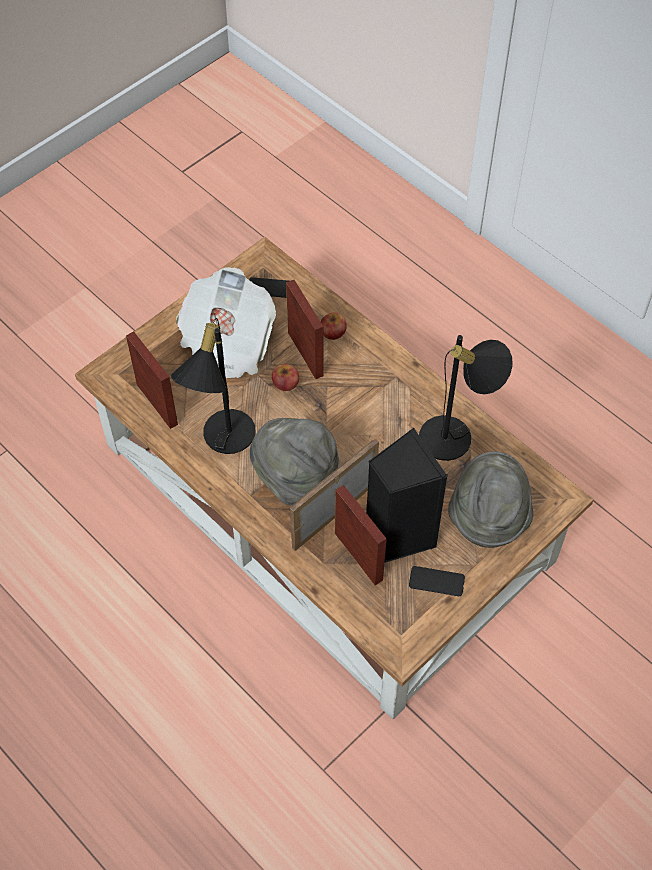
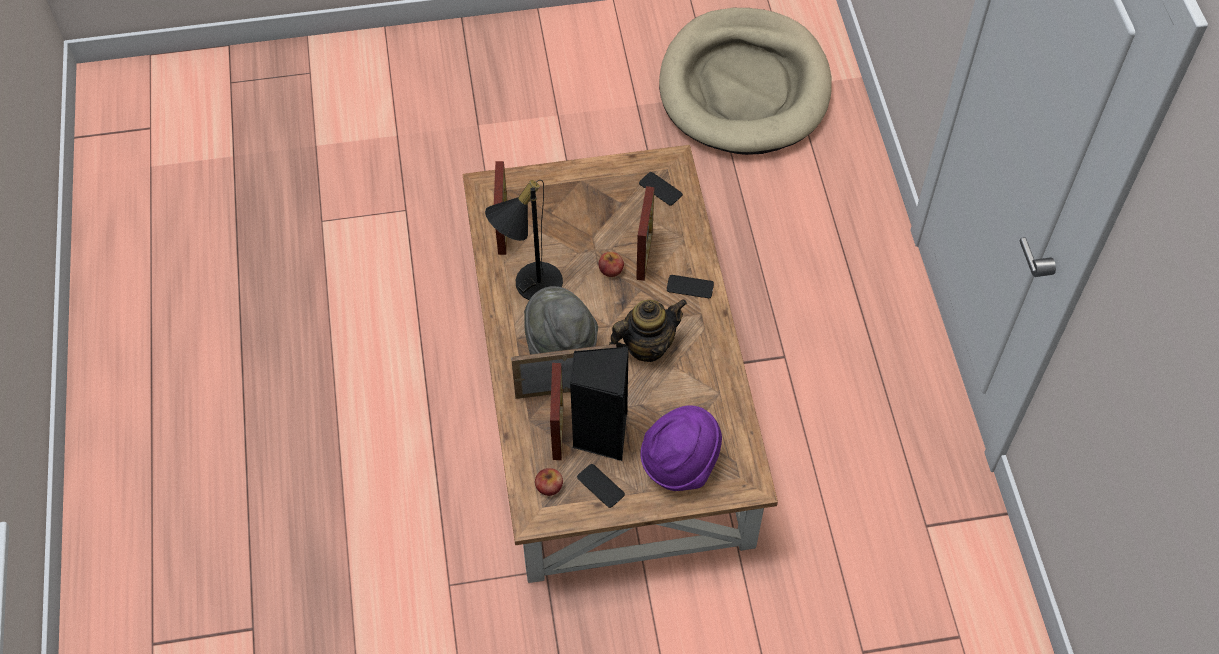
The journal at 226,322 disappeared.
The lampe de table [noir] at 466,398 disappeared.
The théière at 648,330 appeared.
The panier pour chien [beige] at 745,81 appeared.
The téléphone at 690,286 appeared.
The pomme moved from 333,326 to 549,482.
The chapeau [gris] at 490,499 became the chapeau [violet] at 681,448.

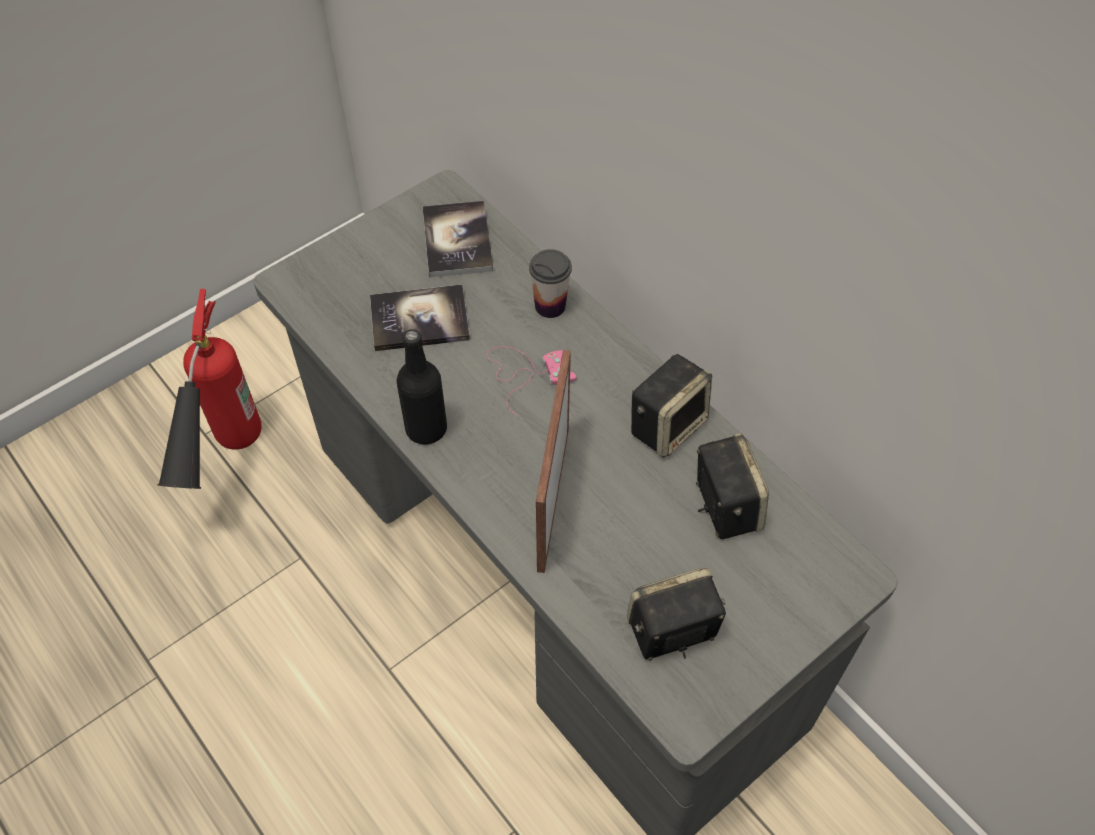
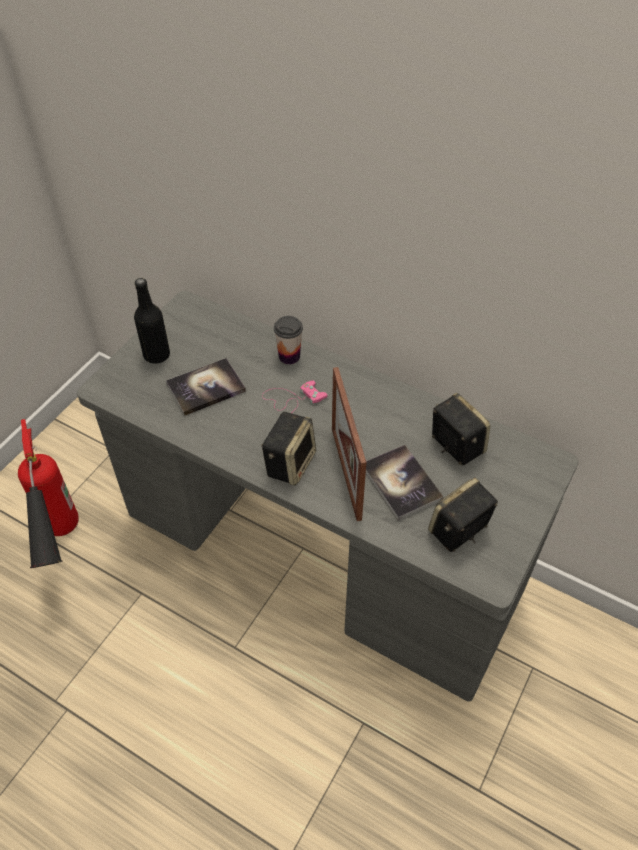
The bouteille [noir] moved from 421,386 to 152,321.
The livre moved from 458,239 to 404,483.
The enceinte moved from 671,406 to 288,449.

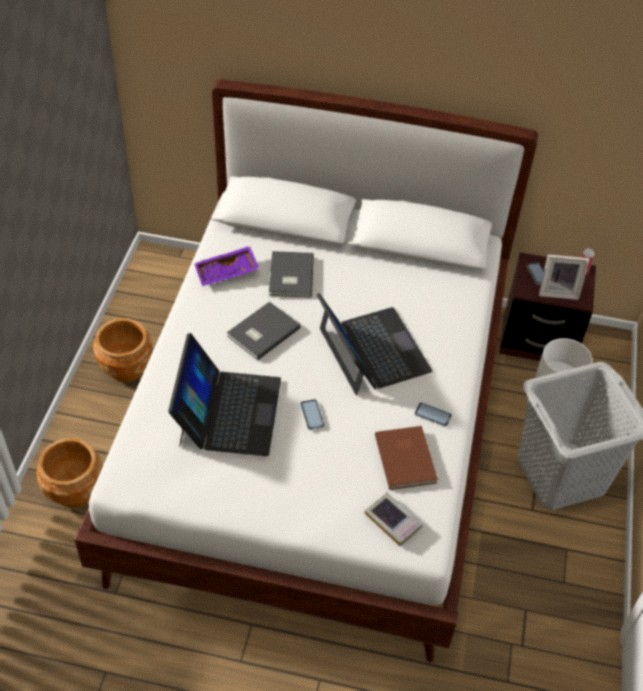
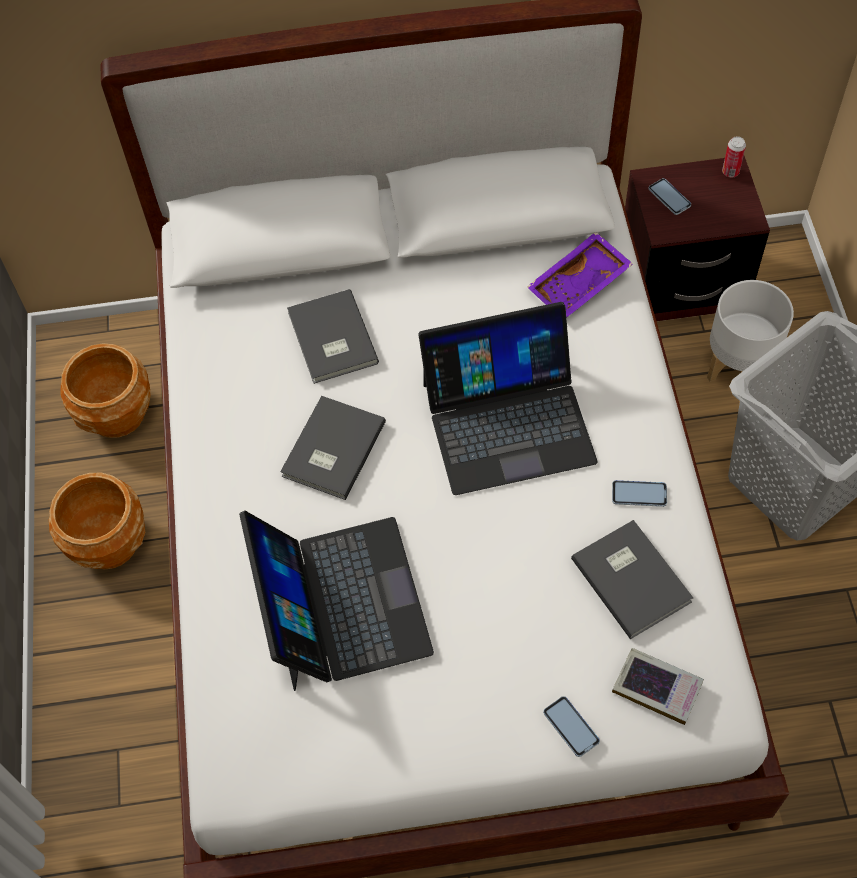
The cadre photo at 564,277 disappeared.
The cache-pot [marron] moved from 69,473 to 105,390.
The plateau [violet] moved from 226,266 to 580,275.
The téléphone moved from 312,414 to 571,726.
The livre [marron] at 406,458 became the livre [gris] at 632,579.
The ordinateur portable at 374,344 turned 120 degrees clockwise.

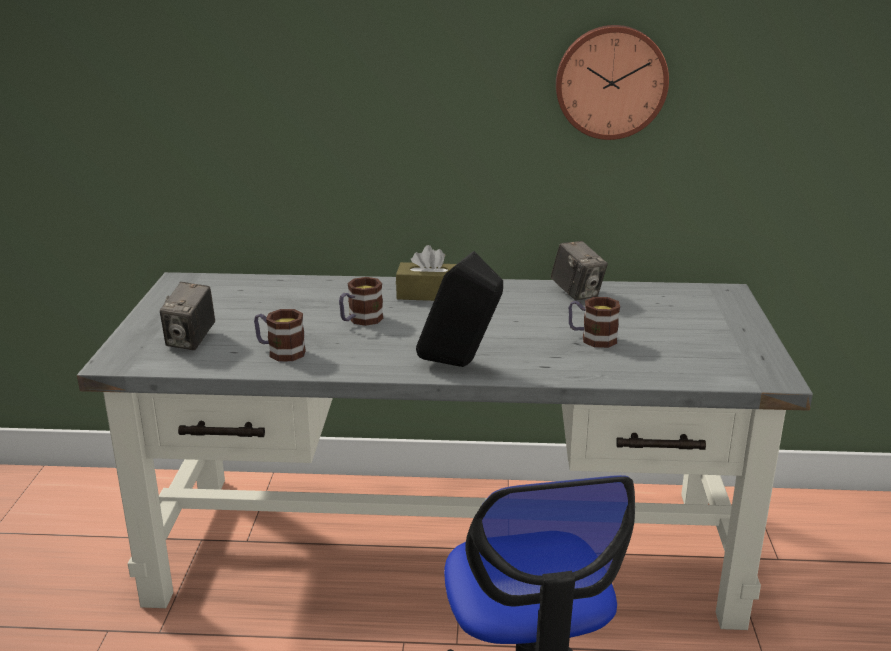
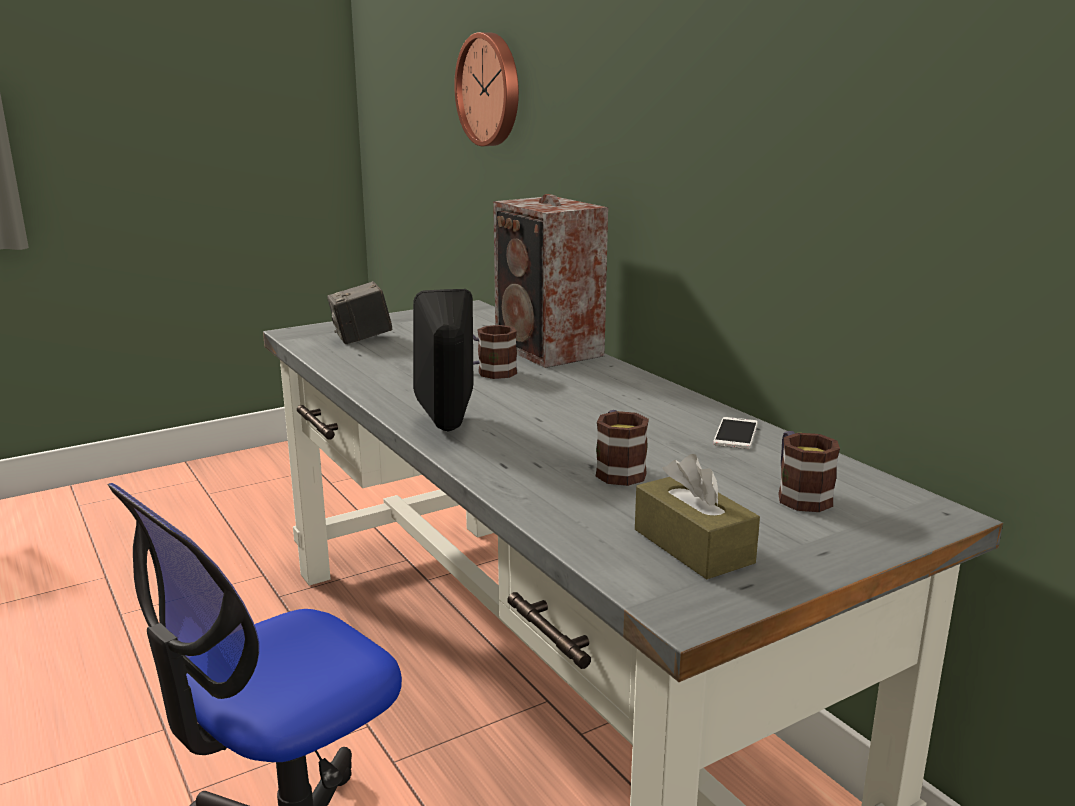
The enceinte at 550,281 appeared.
The mug moved from 280,335 to 809,471.
The boîte à mouchoirs [marron] moved from 426,273 to 697,517.
The horloge murale moved from 612,82 to 486,89.
The appareil photo at 579,270 was replaced by the téléphone at 735,433.

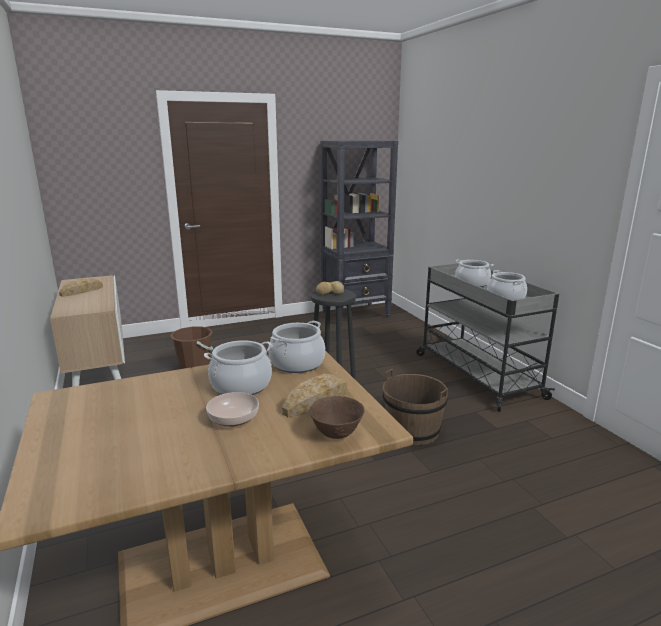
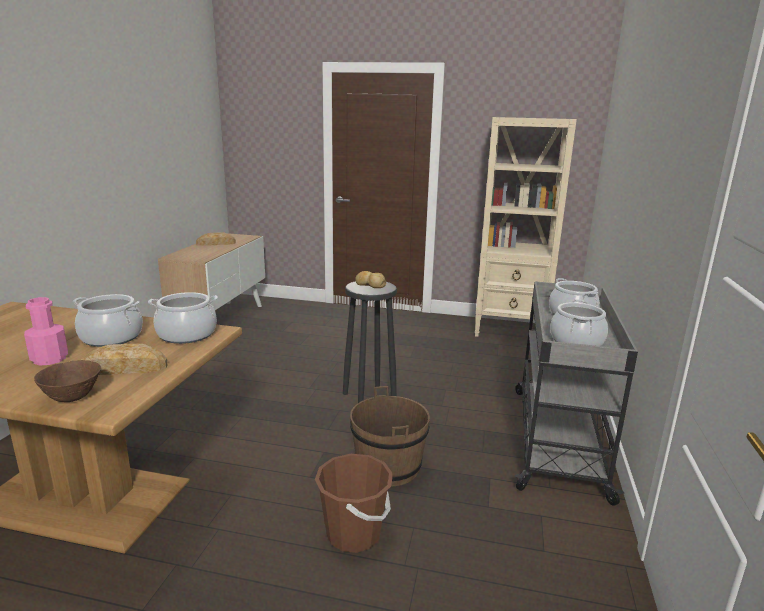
The seau [marron] moved from 191,348 to 354,503.
The bol at 232,409 was replaced by the bouteille [rose] at 46,331.
The bibliothèque [noir] at 359,232 became the bibliothèque [beige] at 526,227.

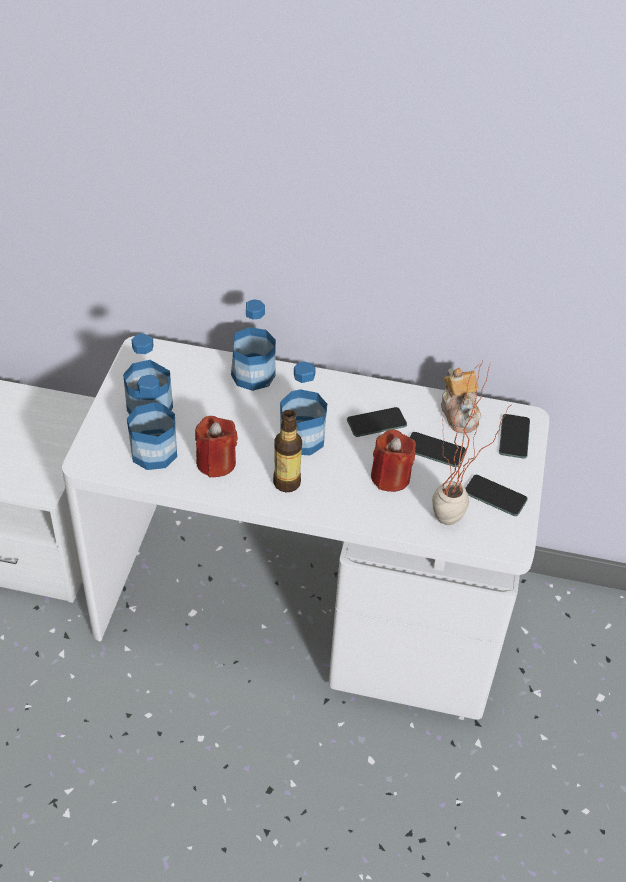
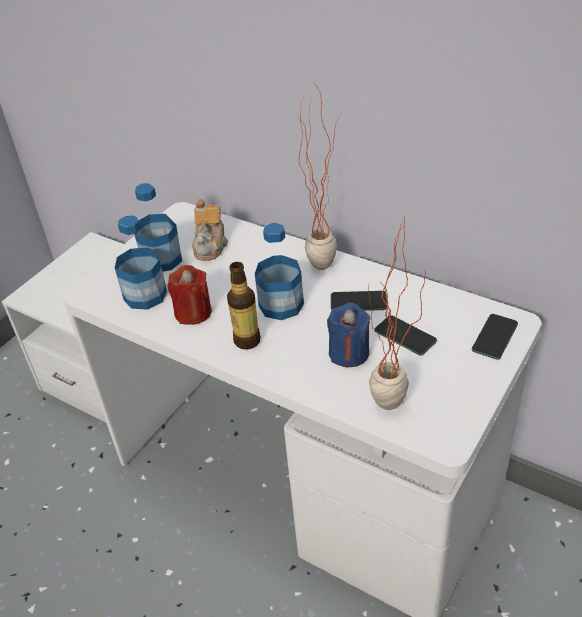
The bouteille at 253,345 disappeared.
The téléphone at 496,495 disappeared.
The plante en pot at 318,174 appeared.
The théière moved from 461,400 to 210,230.
The bougie [rouge] at 393,460 became the bougie [bleu] at 348,335.

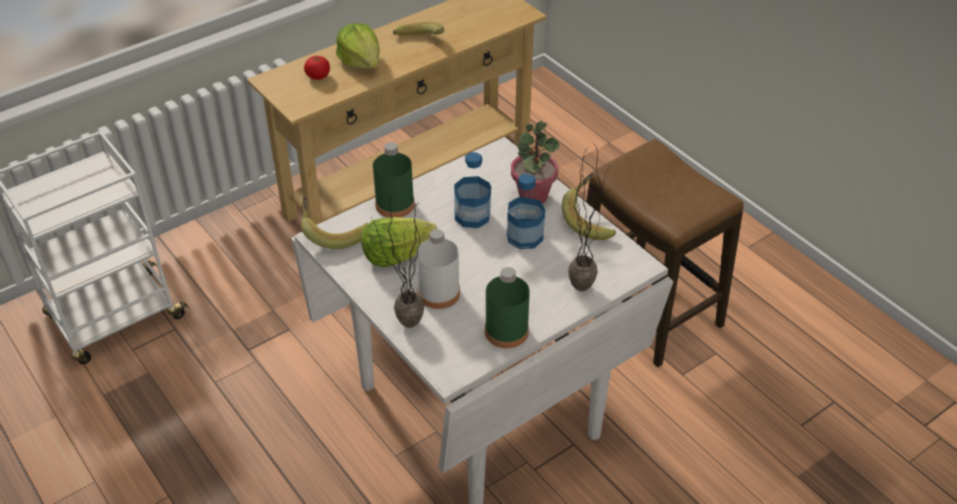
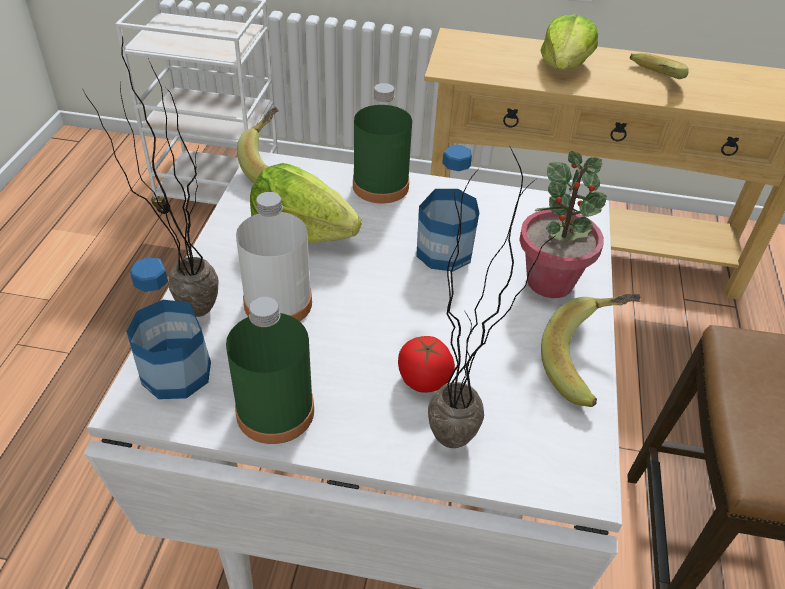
The tomate moved from 317,67 to 426,364.
The bouteille moved from 526,211 to 168,328.

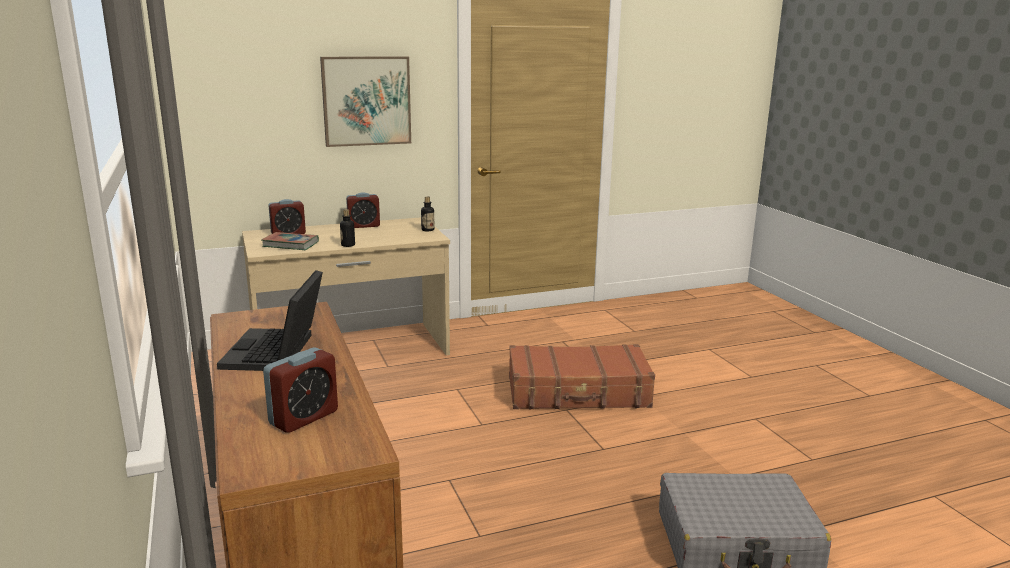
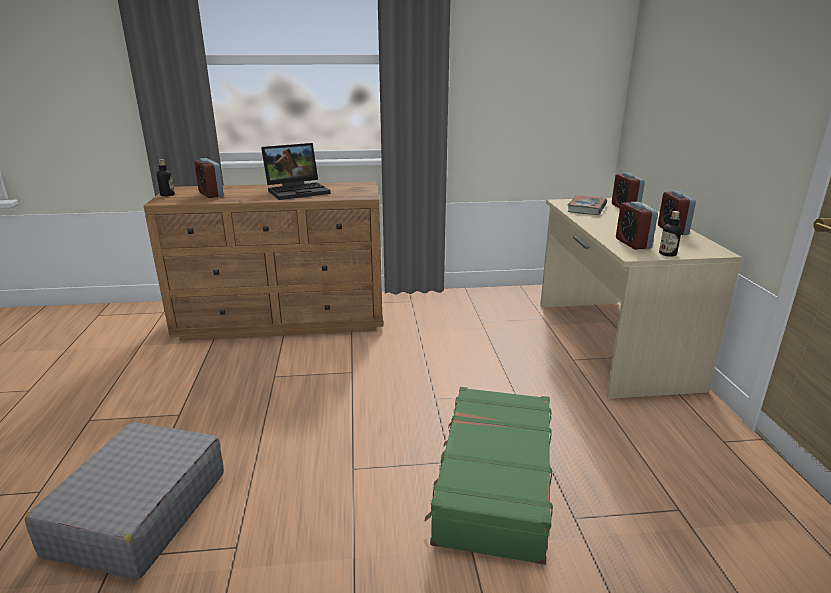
The tableau at 365,101 disappeared.
The réveil at 637,226 appeared.
The bouteille moved from 347,228 to 165,178.
The valise [marron] at 582,377 became the valise [vert] at 489,476.
The ordinateur portable at 270,320 turned 135 degrees clockwise.

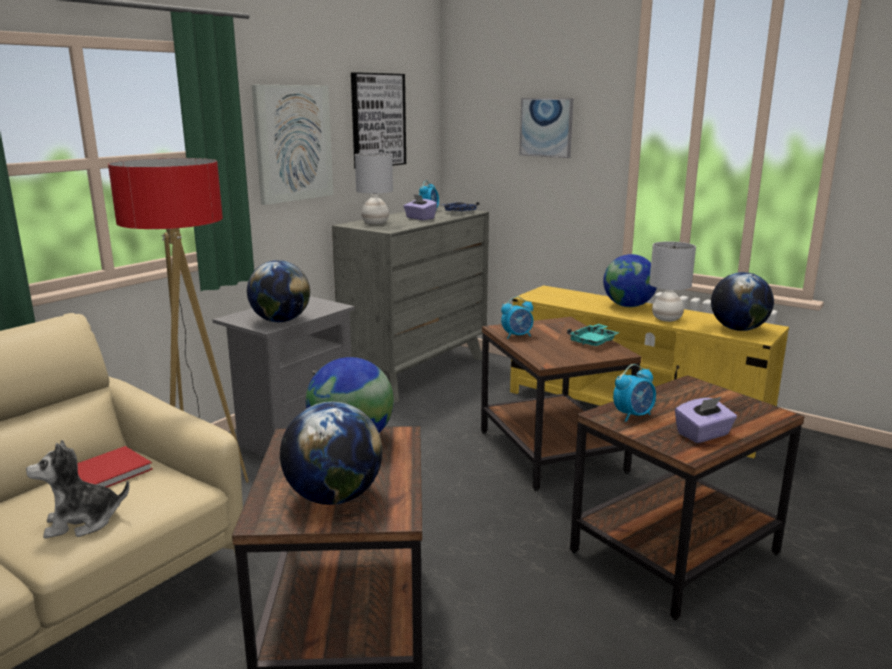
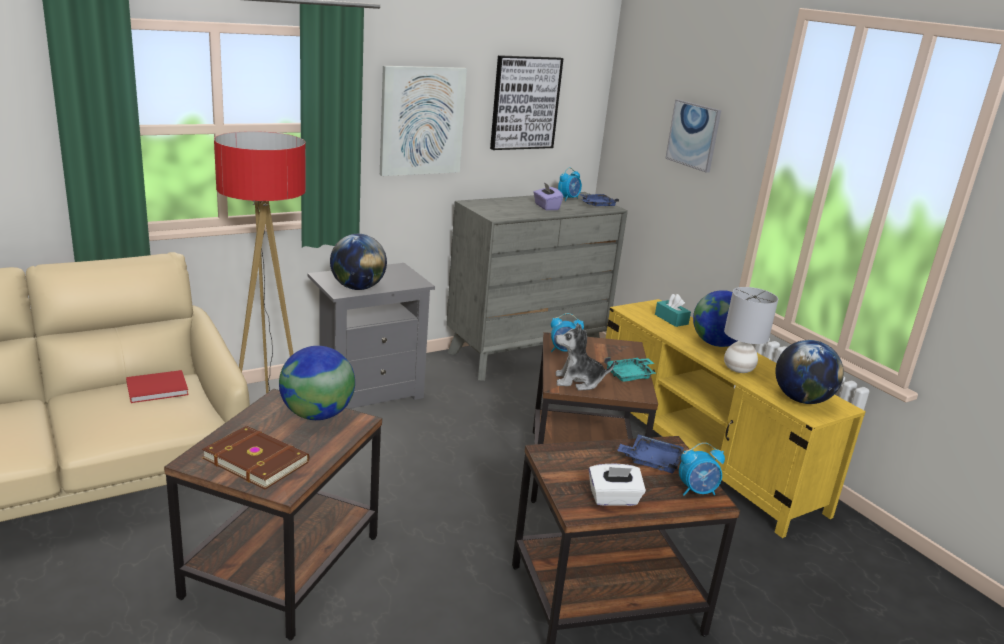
The lampe de table [gris] at 374,189 disappeared.
The plateau [bleu] at 650,453 appeared.
The boîte à mouchoirs [turquoise] at 673,310 appeared.
The peluche moved from 77,489 to 585,357.
The réveil moved from 634,393 to 702,469.
The globe at 331,453 was replaced by the livre [marron] at 255,457.
The boîte à mouchoirs [violet] at 706,419 became the boîte à mouchoirs [blanc] at 617,484.

